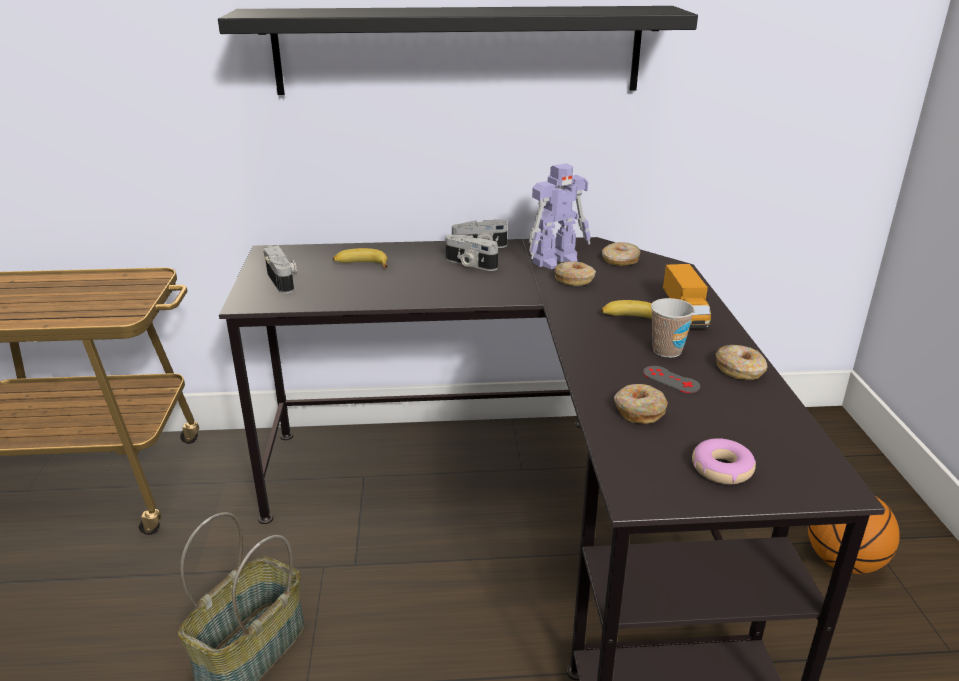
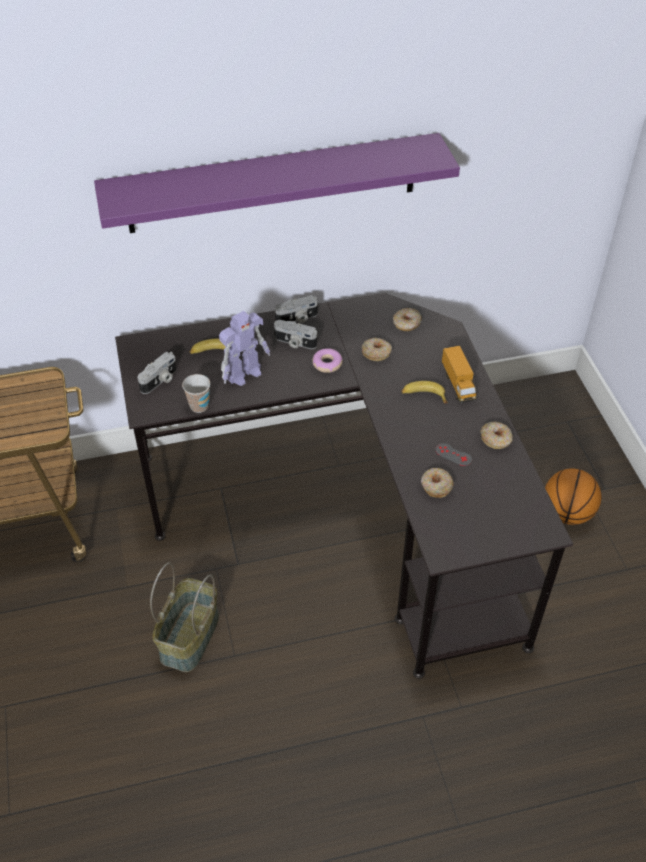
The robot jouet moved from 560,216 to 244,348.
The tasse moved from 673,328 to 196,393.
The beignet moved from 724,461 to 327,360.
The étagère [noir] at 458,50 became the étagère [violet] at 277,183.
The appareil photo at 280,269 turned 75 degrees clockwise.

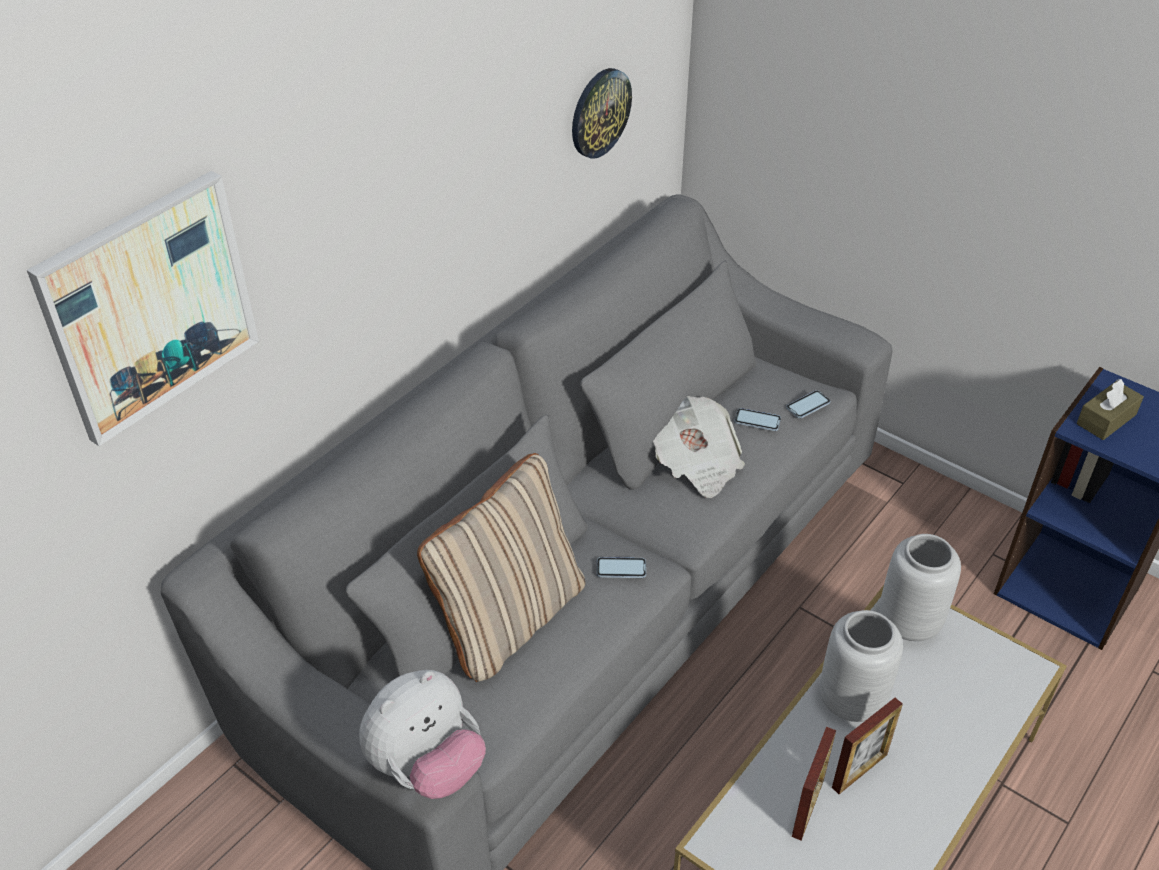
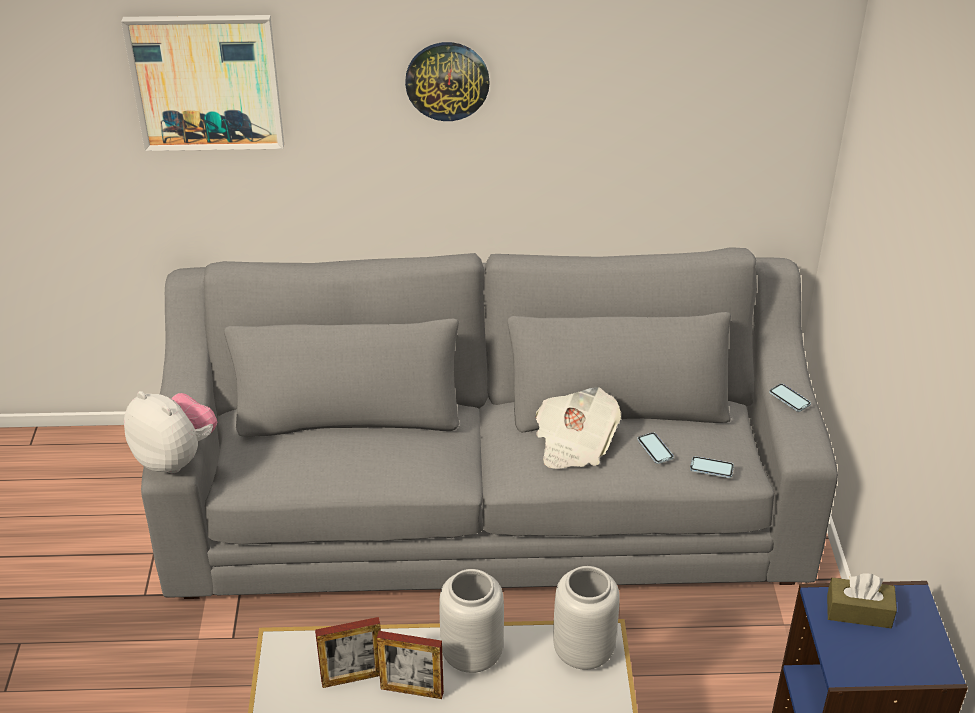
The coussin [beige] at 501,567 disappeared.
The horloge murale moved from 602,113 to 447,81.
The téléphone moved from 621,567 to 790,398.
The peluche at 422,734 turned 150 degrees counterclockwise.

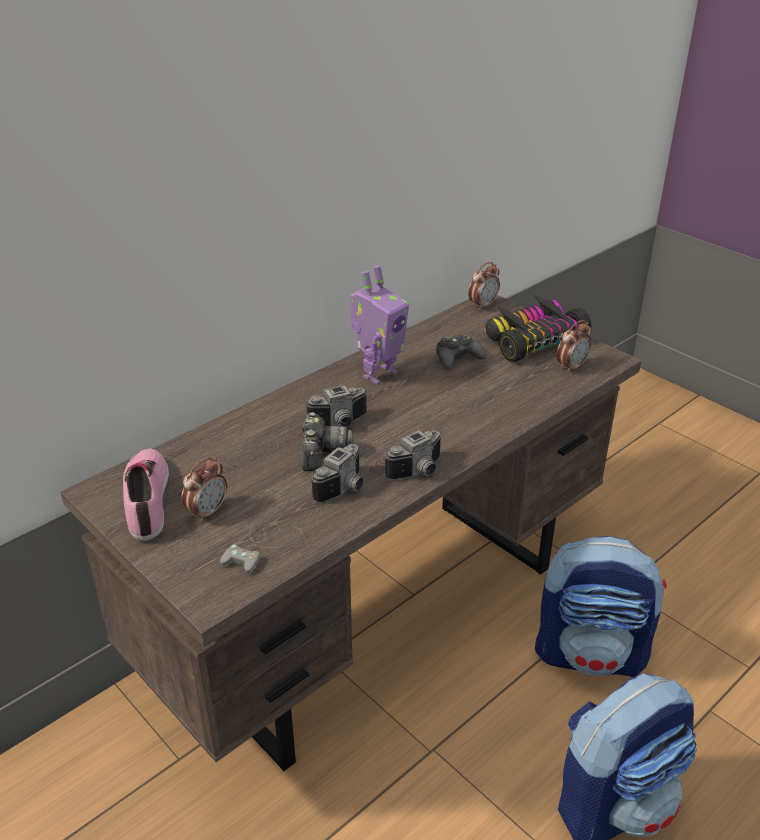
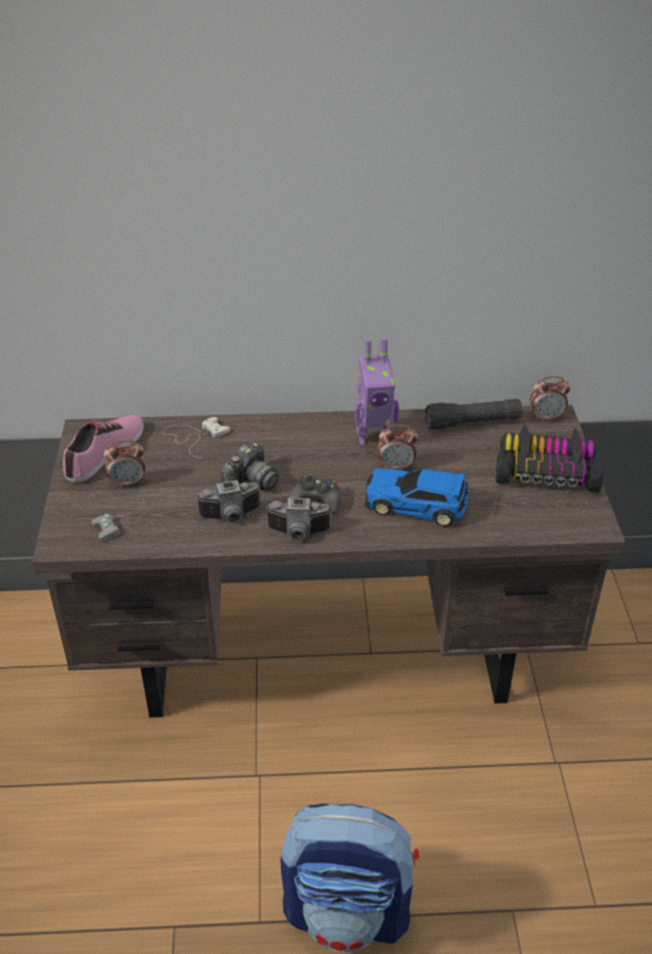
The appareil photo at 336,406 disappeared.
The sac à dos at 601,606 disappeared.
The manette [blanc] at 196,437 appeared.
The petite voiture at 417,498 appeared.
The lampe de poche [noir] at 473,414 appeared.
The manette [noir] moved from 461,352 to 314,494.
The réveil moved from 574,346 to 398,447.

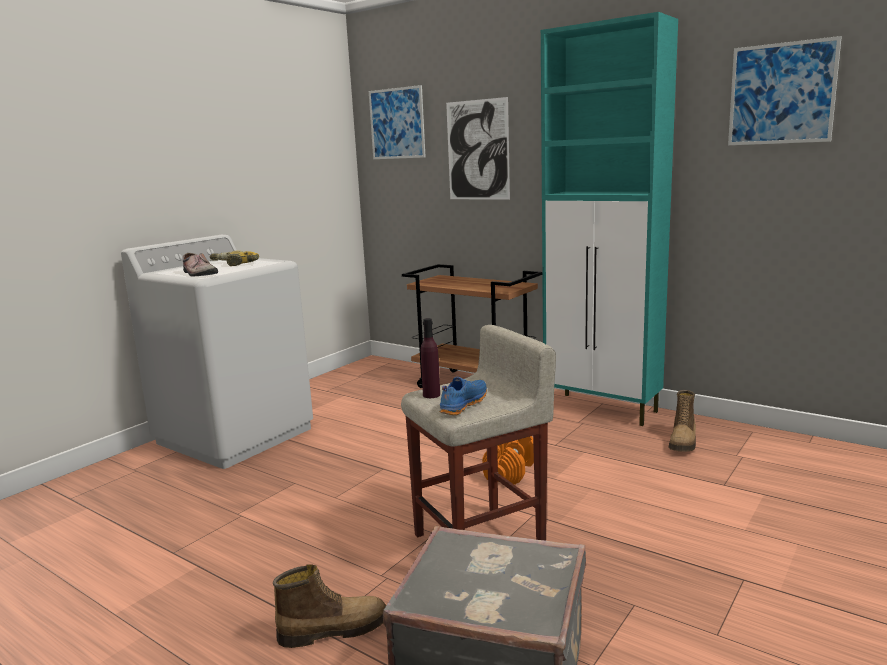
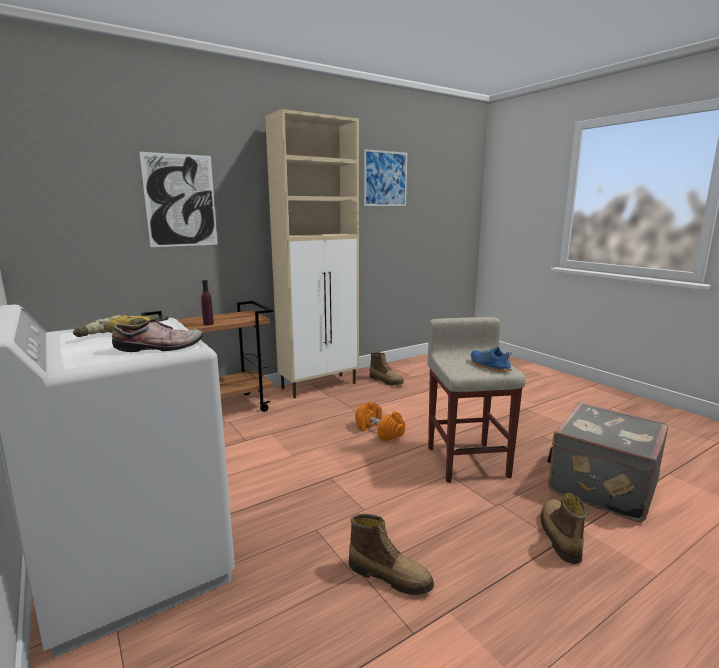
The tableau at 397,122 disappeared.
The botte at 391,554 appeared.
The bouteille [violet] moved from 430,358 to 207,302.
The meuble de rangement [turquoise] at 609,219 became the meuble de rangement [beige] at 312,253.

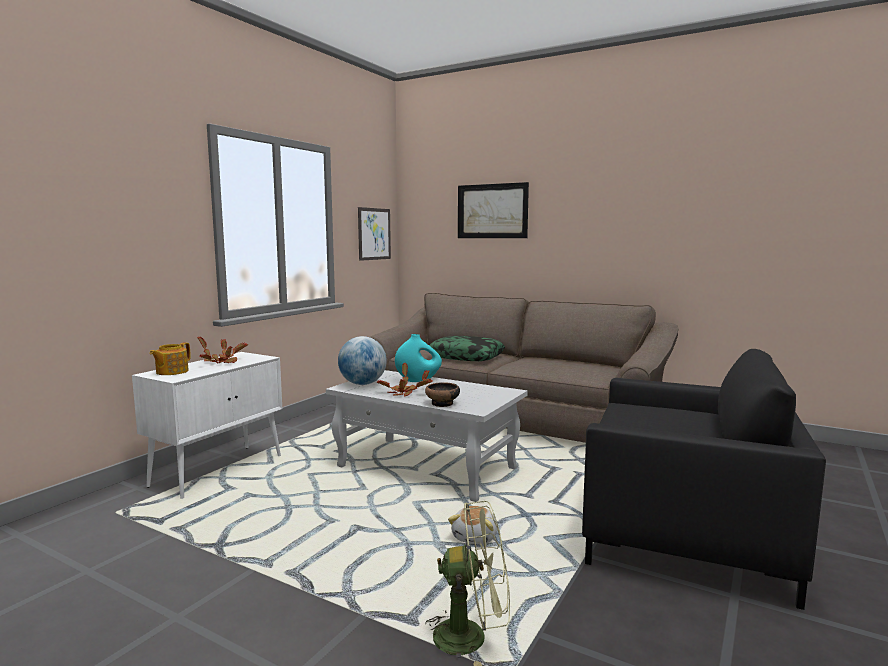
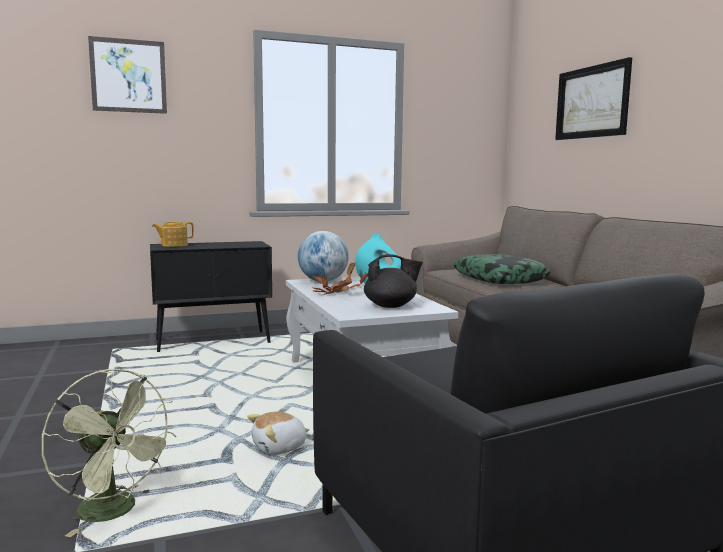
The plante en pot at 222,349 disappeared.
The bol at 442,394 disappeared.
The théière [noir] at 393,281 appeared.
The tableau moved from 374,234 to 127,75.
The meuble de rangement [blanc] at 207,425 became the meuble de rangement [noir] at 211,296.

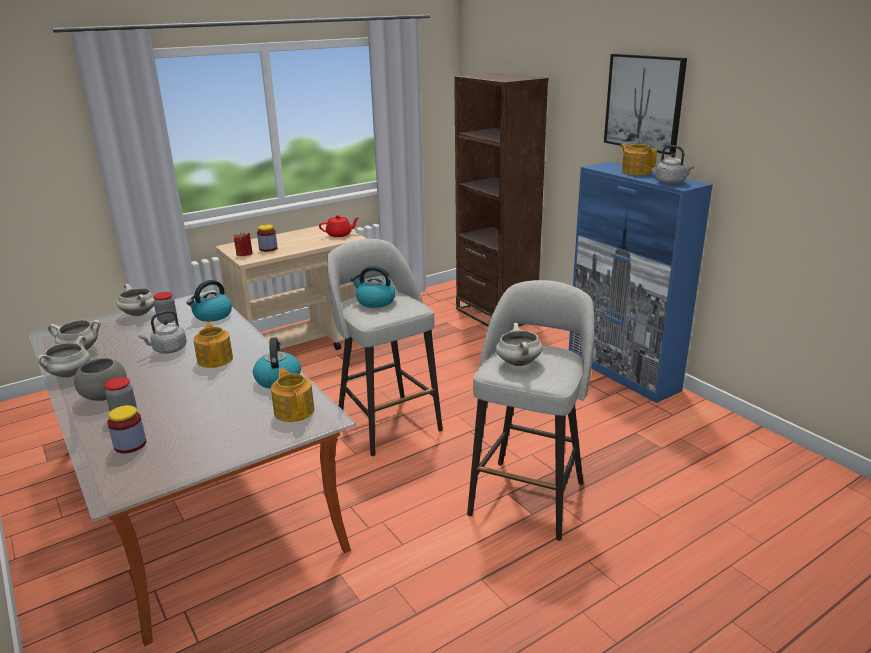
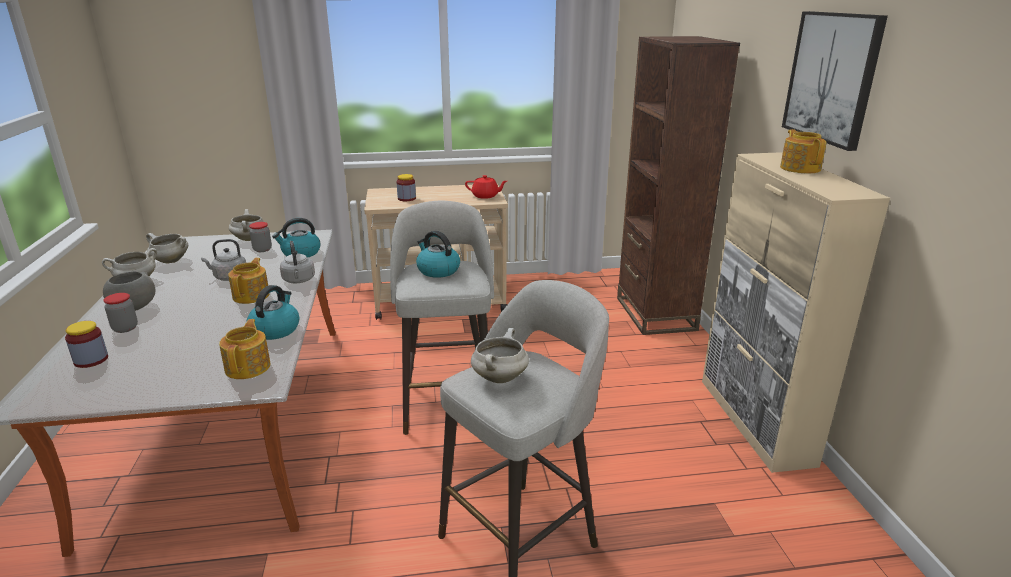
The bougie [rouge] at 243,243 disappeared.
The bouilloire [gris] moved from 674,164 to 297,262.
The meuble de rangement [bleu] at 641,282 became the meuble de rangement [beige] at 796,312.

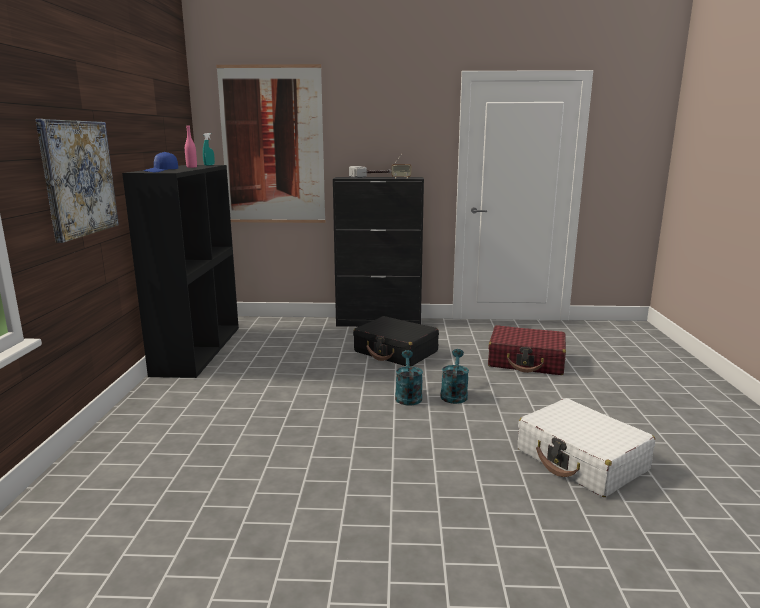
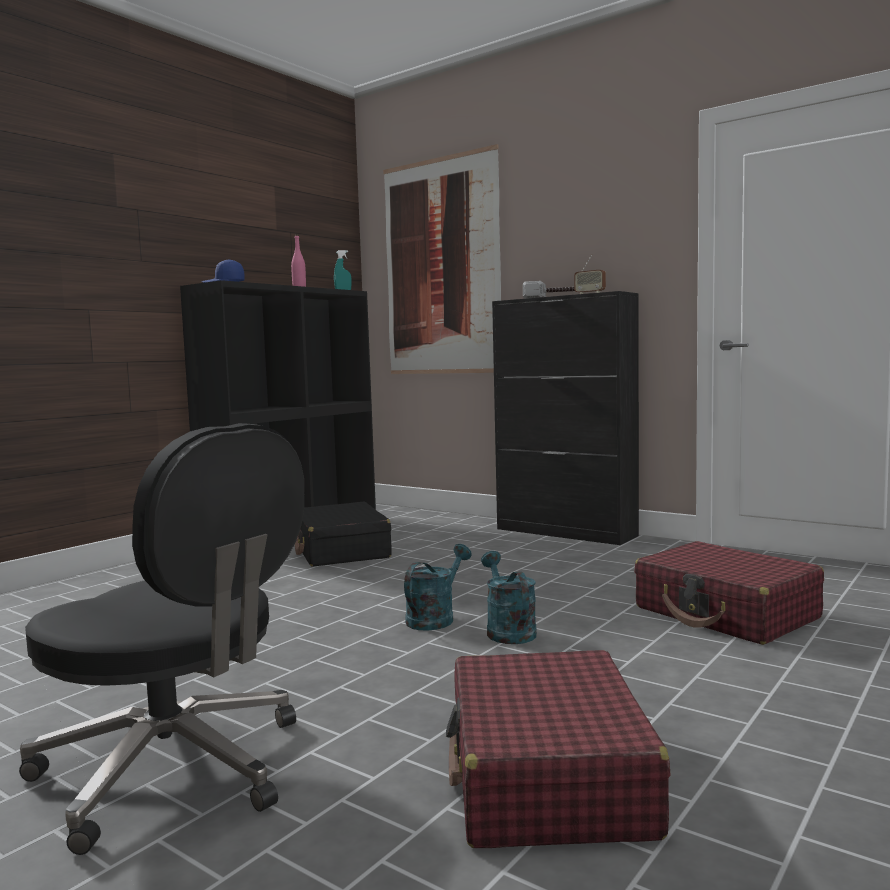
The tableau at 77,181 disappeared.
The chaise de bureau [noir] at 161,639 appeared.
The valise [noir] moved from 396,341 to 343,534.
The valise [blanc] at 586,447 became the valise [rouge] at 558,749.
The arrosoir [turquoise] at 454,376 turned 60 degrees counterclockwise.

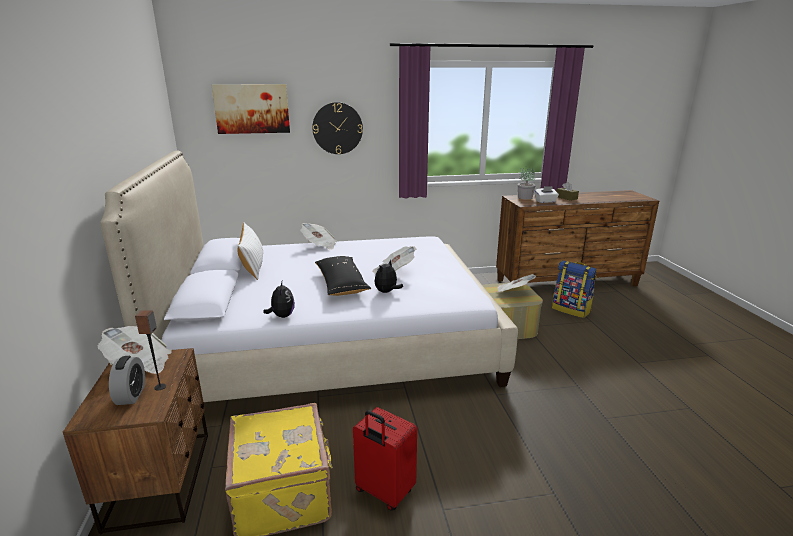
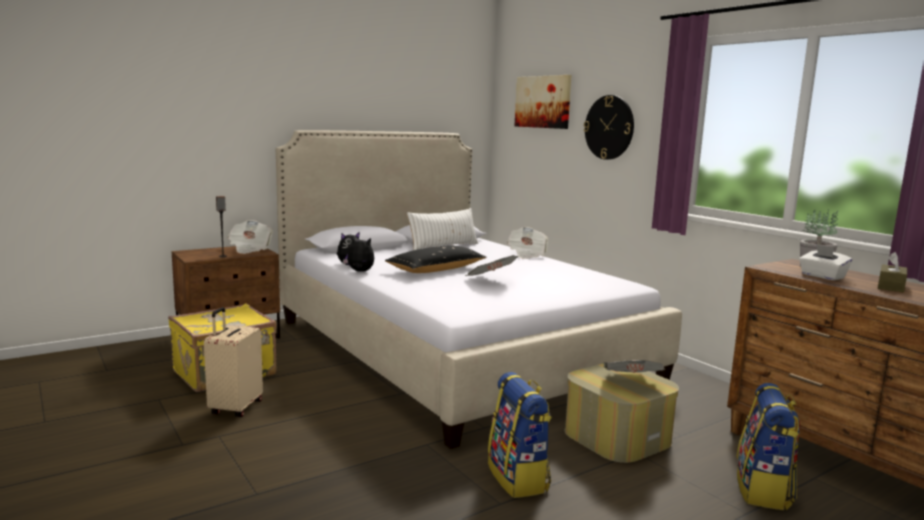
The réveil at 127,380 disappeared.
The sac à dos at 520,435 appeared.
The peluche moved from 389,276 to 358,254.
The valise [rouge] at 385,459 became the valise [beige] at 233,362.

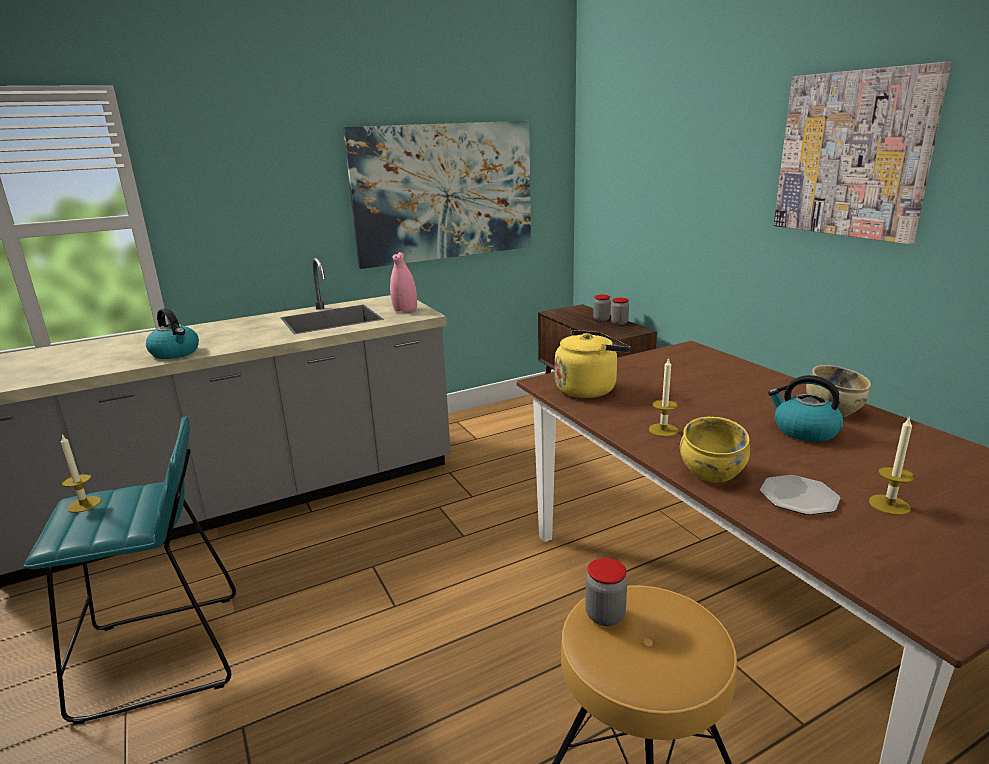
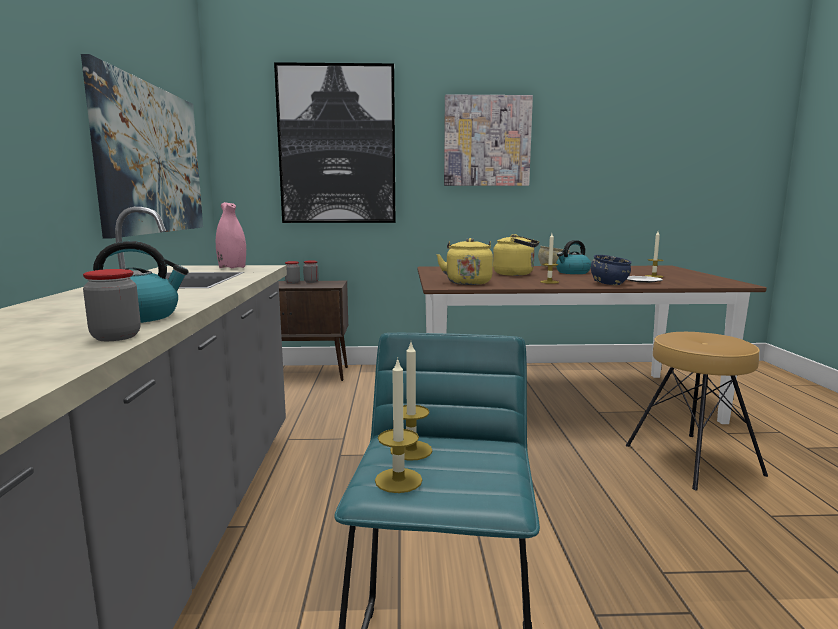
The tableau at 335,142 appeared.
The bougie at 411,401 appeared.
The bouilloire [jaune] at 516,255 appeared.
The bocal moved from 606,592 to 112,305.
The bol [jaune] at 715,450 became the bol [bleu] at 611,270.

